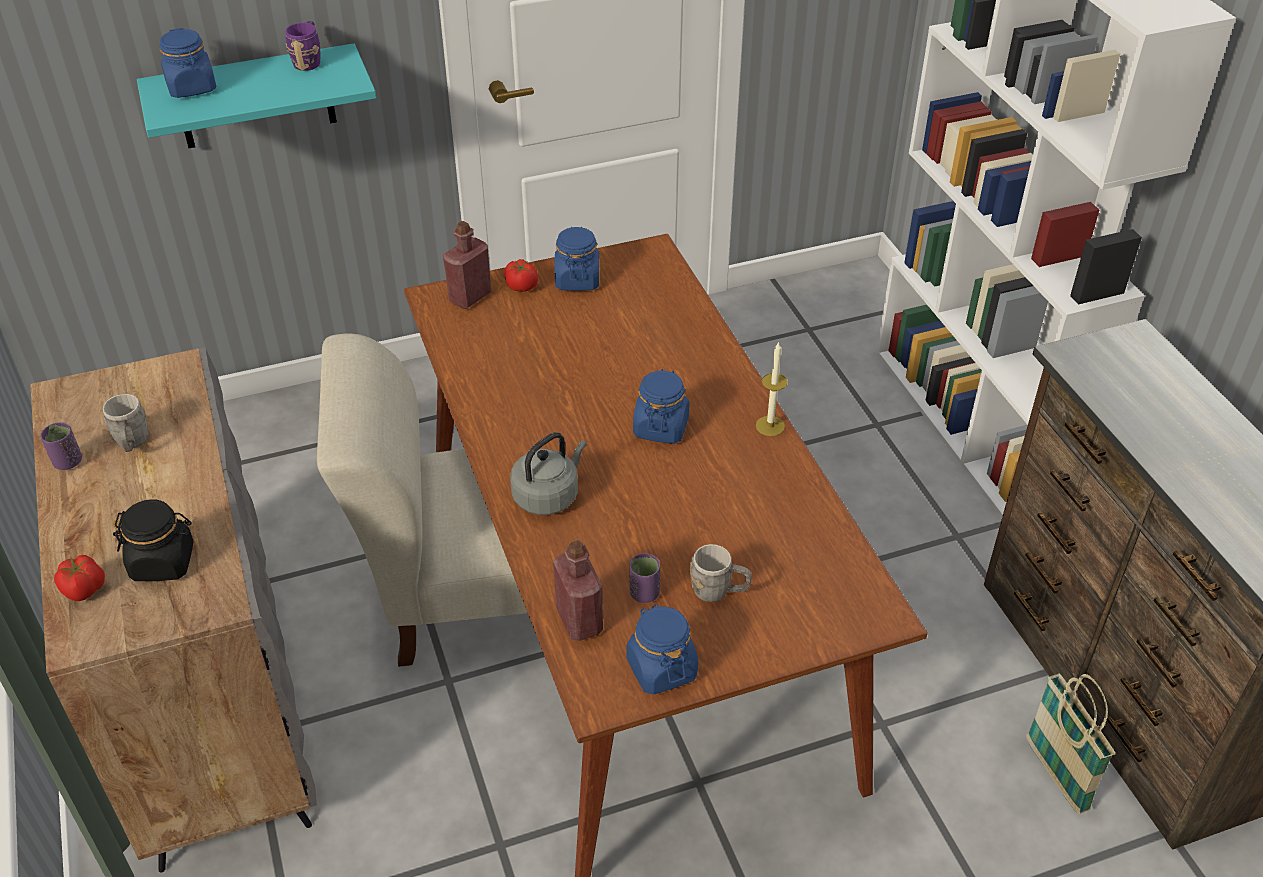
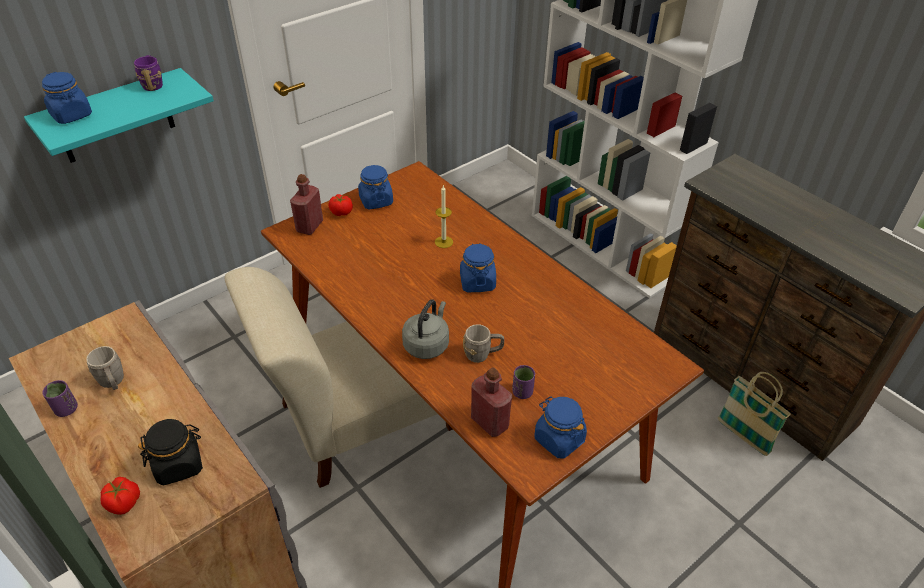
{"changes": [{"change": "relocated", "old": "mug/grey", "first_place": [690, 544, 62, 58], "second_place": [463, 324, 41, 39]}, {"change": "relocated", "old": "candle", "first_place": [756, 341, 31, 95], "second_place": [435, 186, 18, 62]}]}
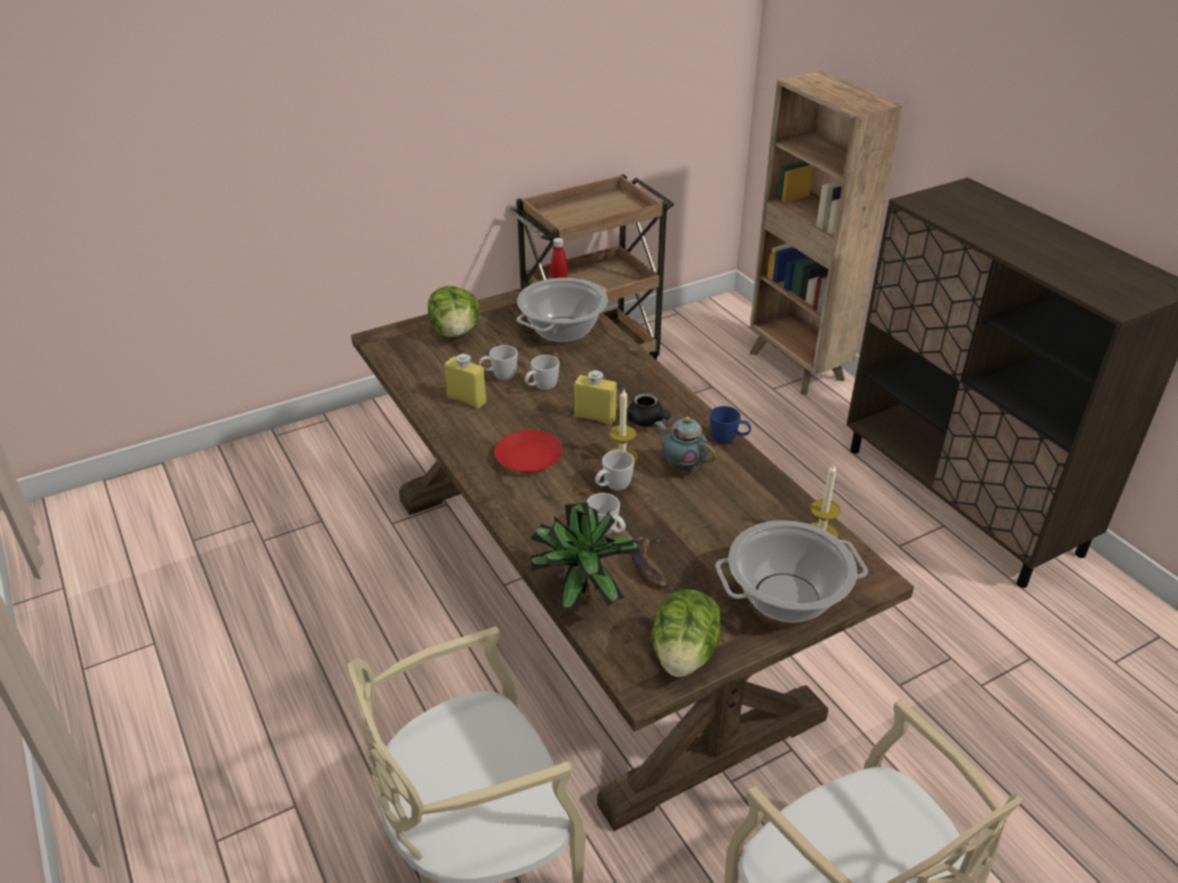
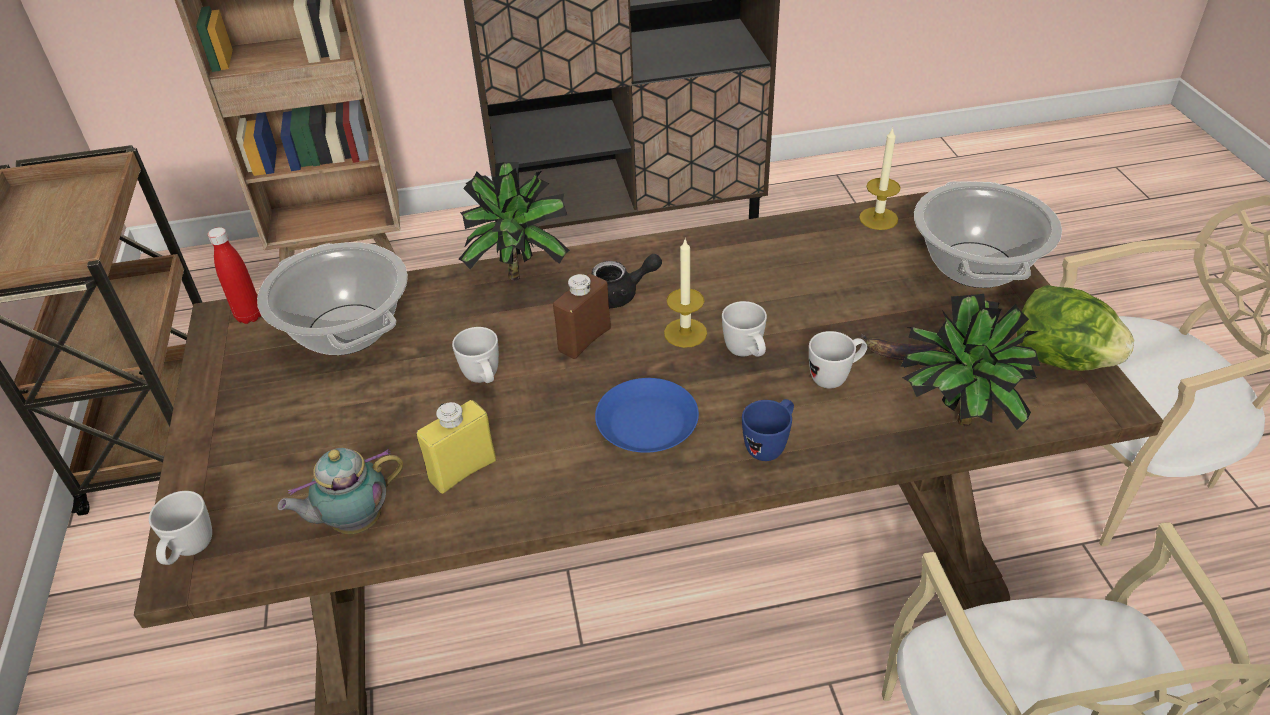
{"changes": [{"change": "missing", "old": "lettuce", "first_place": [428, 286, 52, 51]}, {"change": "appeared", "new": "potted plant", "second_place": [459, 162, 111, 118]}, {"change": "relocated", "old": "mug/white", "first_place": [479, 345, 39, 35], "second_place": [149, 491, 63, 74]}, {"change": "relocated", "old": "teapot", "first_place": [654, 417, 62, 56], "second_place": [277, 448, 127, 86]}, {"change": "relocated", "old": "mug/blue", "first_place": [710, 406, 41, 38], "second_place": [742, 399, 52, 62]}, {"change": "colour", "old": "plate/red", "new": "plate/blue", "first_place": [495, 430, 68, 43], "second_place": [595, 378, 104, 75]}, {"change": "colour", "old": "bottle/yellow", "new": "bottle/brown", "first_place": [574, 370, 43, 55], "second_place": [553, 274, 58, 85]}]}
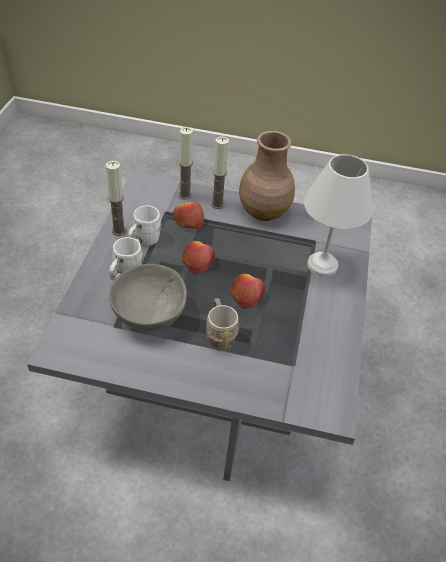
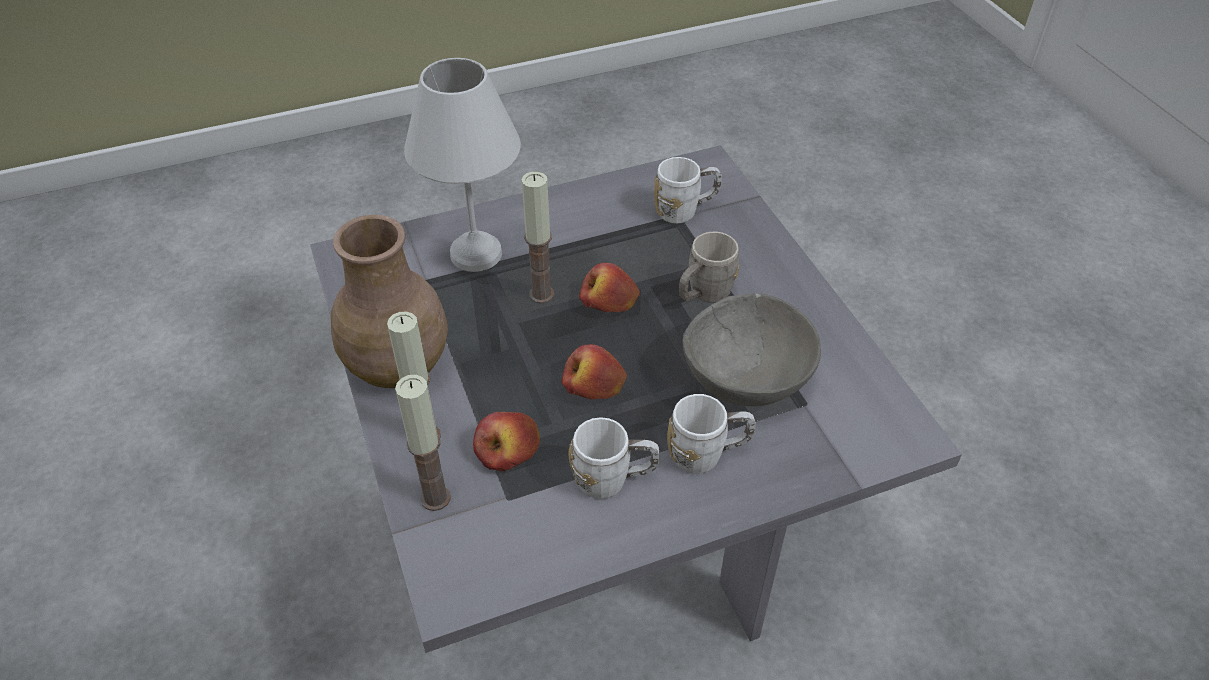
{"changes": [{"change": "appeared", "new": "mug/white", "second_place": [654, 157, 68, 67]}, {"change": "relocated", "old": "candle", "first_place": [106, 161, 20, 75], "second_place": [521, 172, 33, 132]}]}
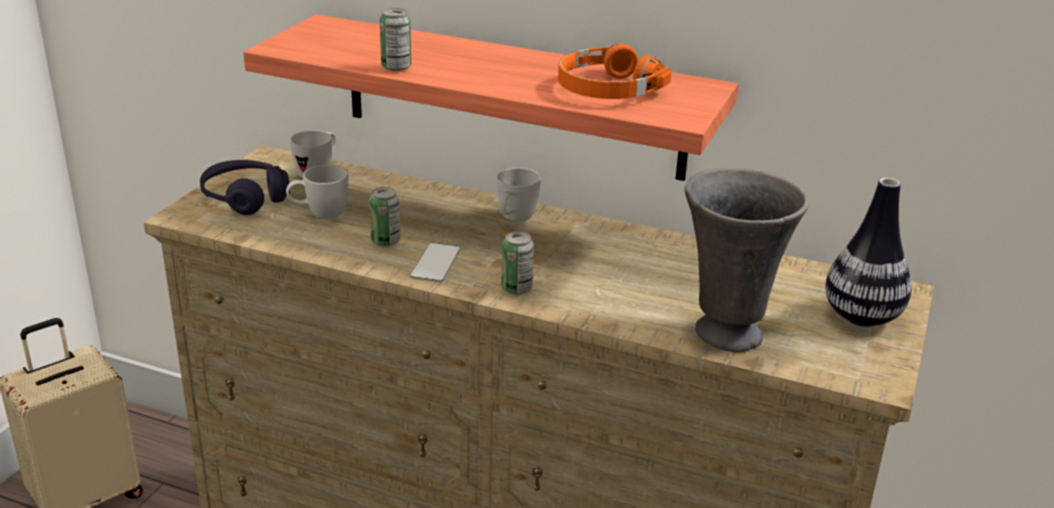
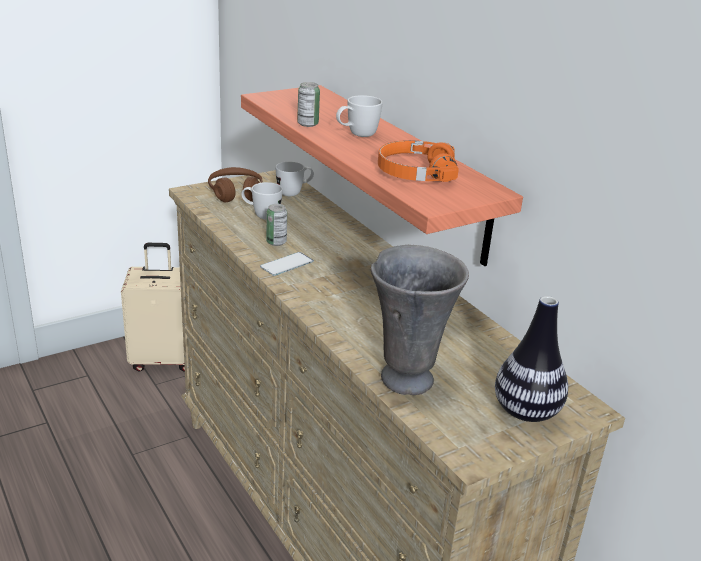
{"changes": [{"change": "missing", "old": "can", "first_place": [501, 231, 33, 64]}, {"change": "relocated", "old": "mug/white", "first_place": [497, 168, 44, 54], "second_place": [336, 95, 47, 42]}, {"change": "colour", "old": "headphones/purple", "new": "headphones/brown", "first_place": [200, 160, 90, 55], "second_place": [208, 167, 55, 36]}]}
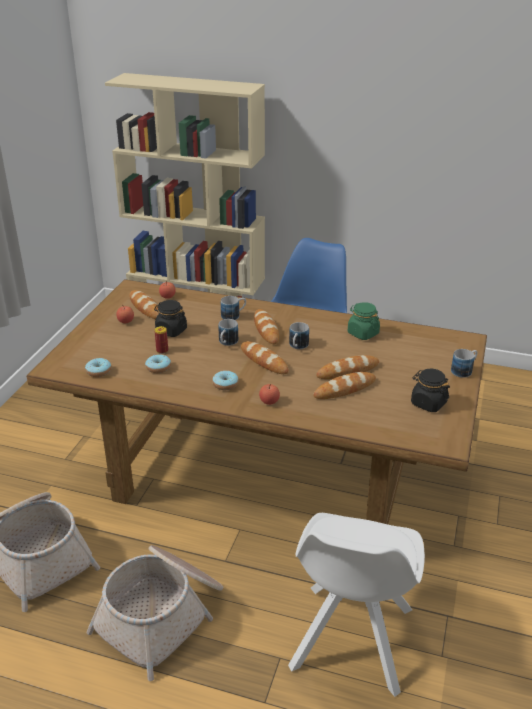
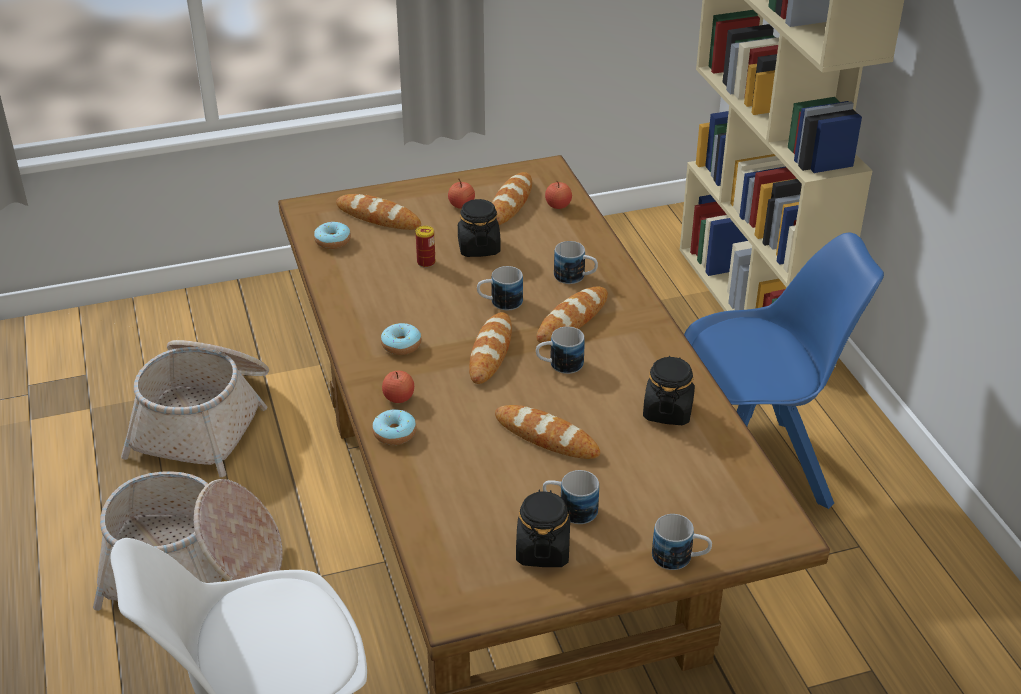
{"changes": [{"change": "appeared", "new": "mug", "second_place": [543, 470, 56, 54]}, {"change": "relocated", "old": "donut", "first_place": [145, 354, 26, 19], "second_place": [372, 409, 44, 36]}, {"change": "relocated", "old": "bread", "first_place": [313, 372, 63, 27], "second_place": [336, 194, 85, 36]}, {"change": "colour", "old": "jar/green", "new": "jar/black", "first_place": [348, 302, 32, 38], "second_place": [643, 356, 52, 69]}]}
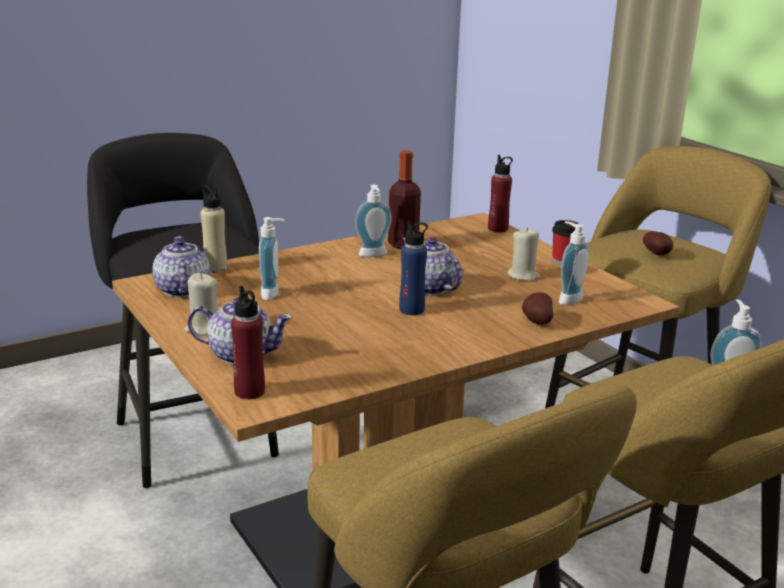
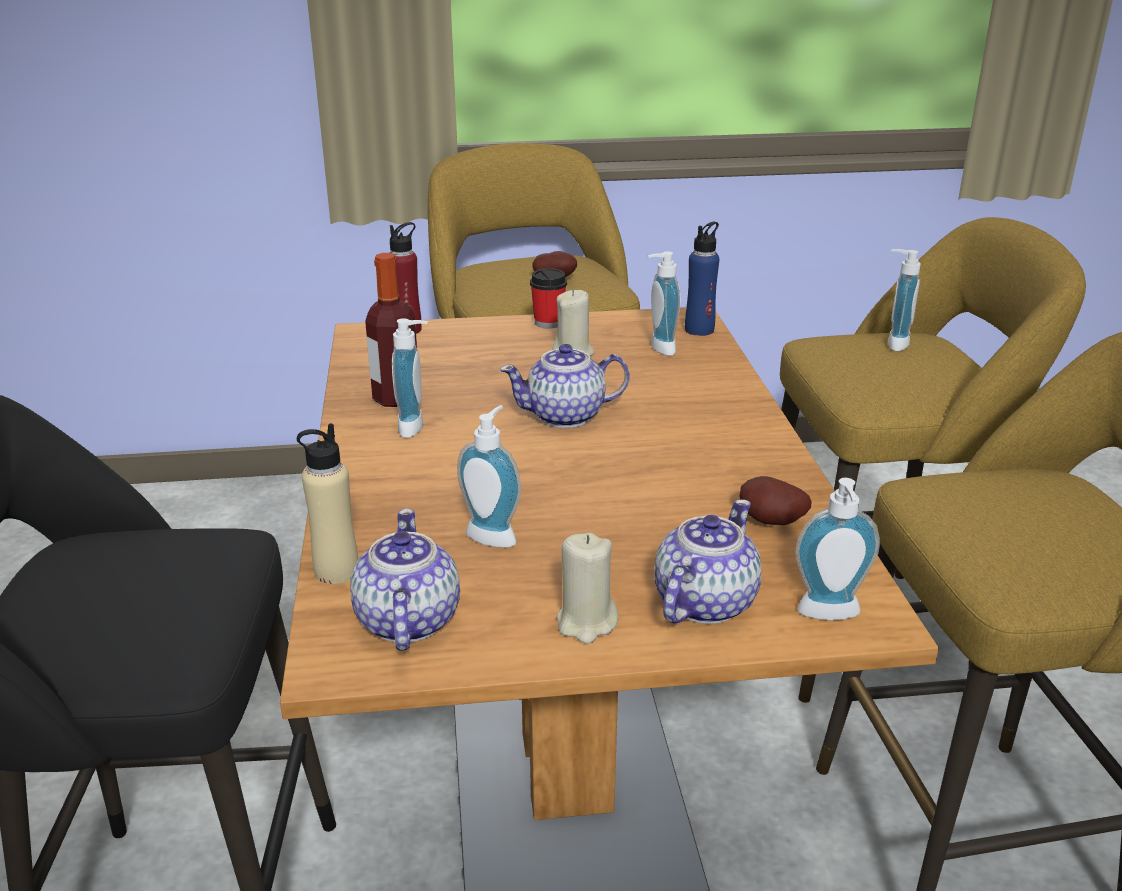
{"changes": [{"change": "relocated", "old": "bottle/blue", "first_place": [399, 220, 29, 95], "second_place": [685, 222, 34, 114]}, {"change": "relocated", "old": "potato", "first_place": [522, 292, 31, 33], "second_place": [739, 476, 73, 49]}, {"change": "exchanged", "old": "bottle/red", "new": "soap dispenser", "first_place": [231, 286, 34, 113], "second_place": [795, 478, 85, 143]}, {"change": "spun", "old": "teapot", "first_place": [152, 236, 58, 61], "second_place": [350, 509, 110, 142], "degrees": 75}]}
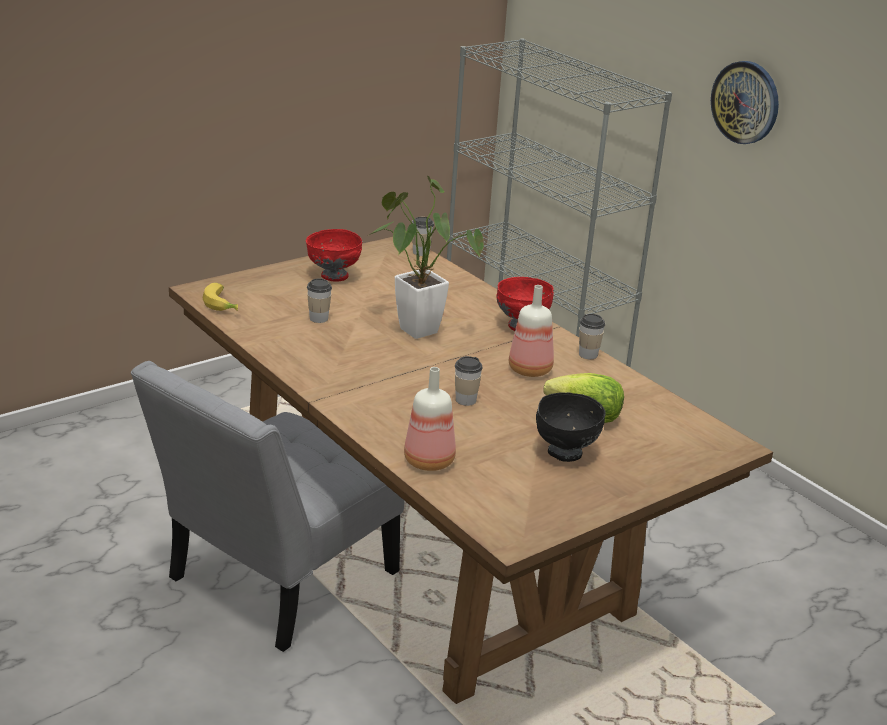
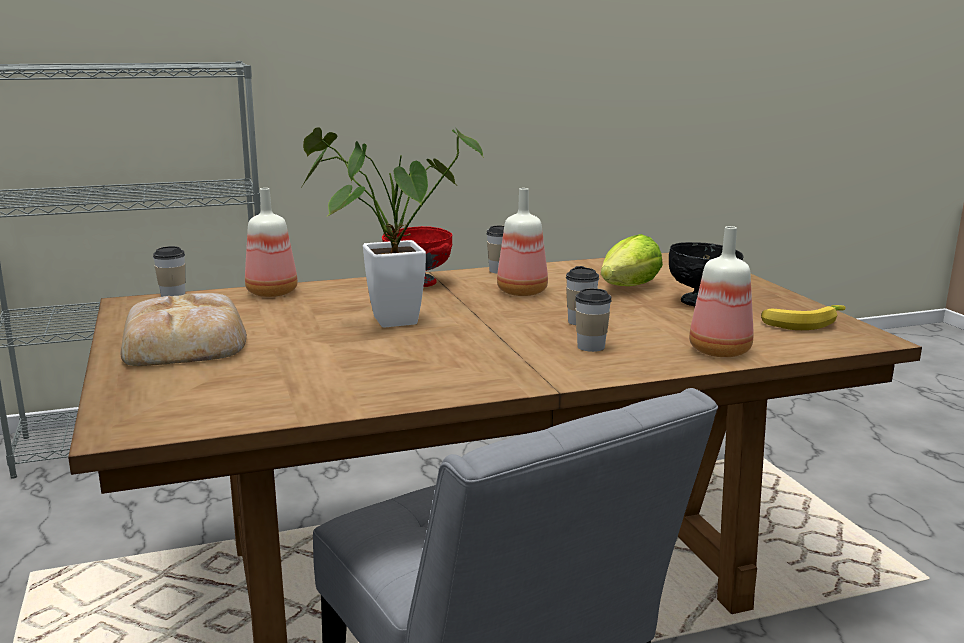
{"changes": [{"change": "missing", "old": "wall clock", "first_place": [711, 61, 68, 83]}, {"change": "appeared", "new": "bottle", "second_place": [245, 188, 53, 109]}, {"change": "relocated", "old": "banana", "first_place": [203, 283, 35, 28], "second_place": [761, 305, 84, 25]}, {"change": "relocated", "old": "cup", "first_place": [307, 278, 25, 45], "second_place": [575, 288, 37, 64]}, {"change": "exchanged", "old": "bowl/red", "new": "bread", "first_place": [306, 229, 56, 53], "second_place": [121, 293, 126, 73]}]}
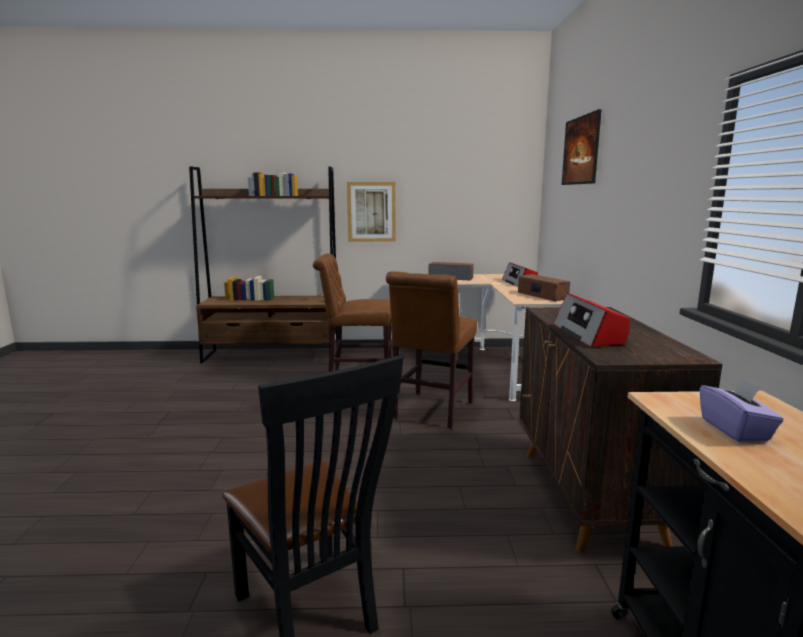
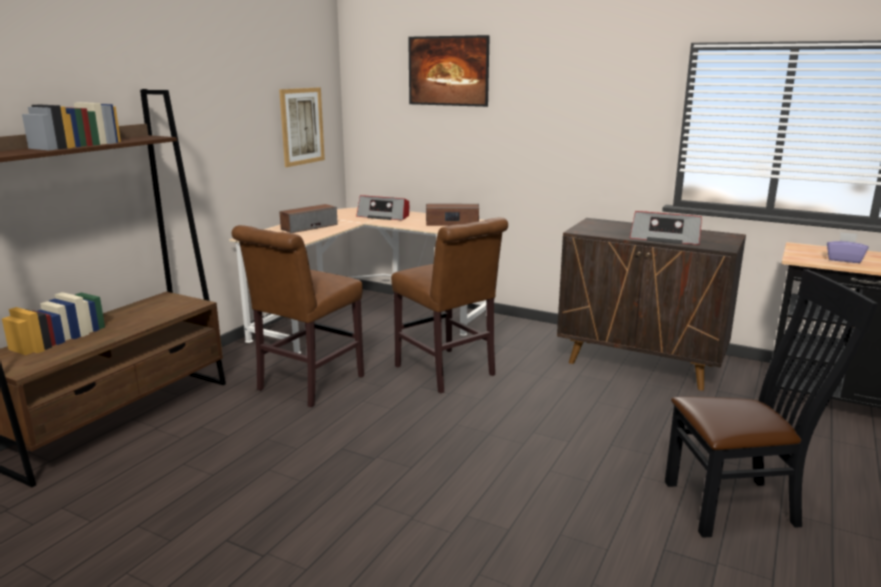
{"changes": [{"change": "relocated", "old": "picture", "first_place": [347, 182, 49, 60], "second_place": [279, 87, 46, 80]}]}
